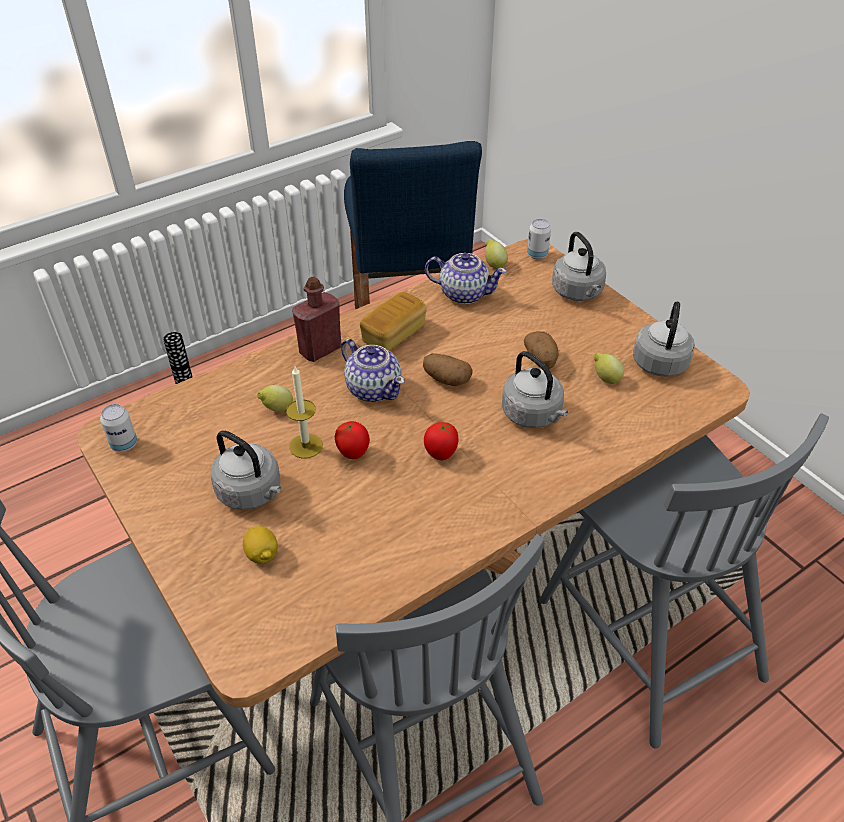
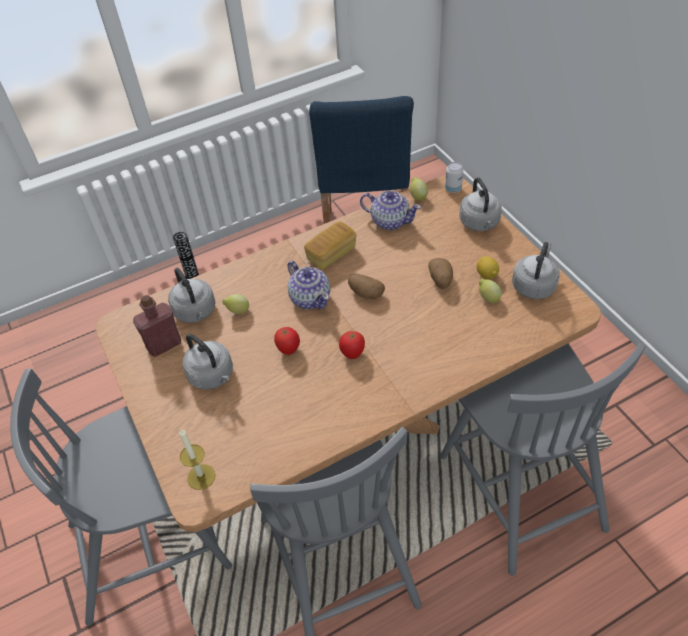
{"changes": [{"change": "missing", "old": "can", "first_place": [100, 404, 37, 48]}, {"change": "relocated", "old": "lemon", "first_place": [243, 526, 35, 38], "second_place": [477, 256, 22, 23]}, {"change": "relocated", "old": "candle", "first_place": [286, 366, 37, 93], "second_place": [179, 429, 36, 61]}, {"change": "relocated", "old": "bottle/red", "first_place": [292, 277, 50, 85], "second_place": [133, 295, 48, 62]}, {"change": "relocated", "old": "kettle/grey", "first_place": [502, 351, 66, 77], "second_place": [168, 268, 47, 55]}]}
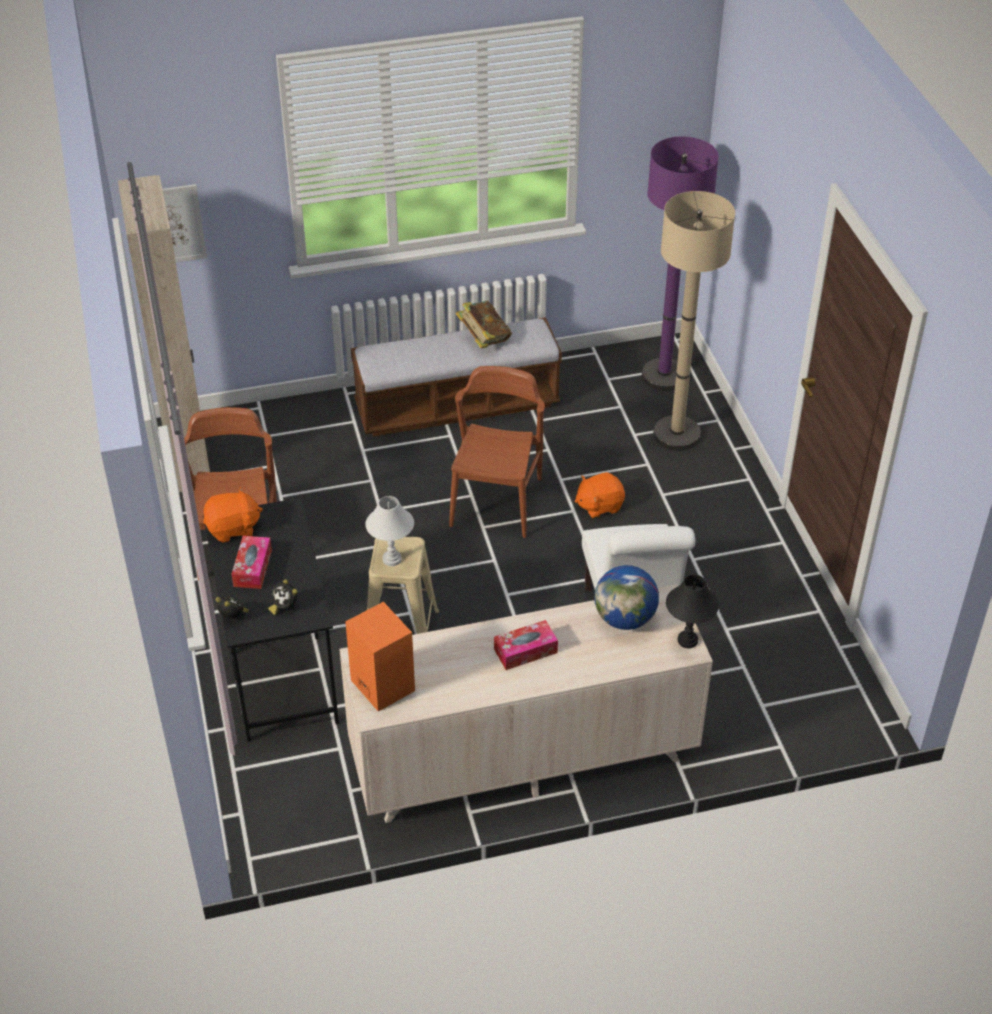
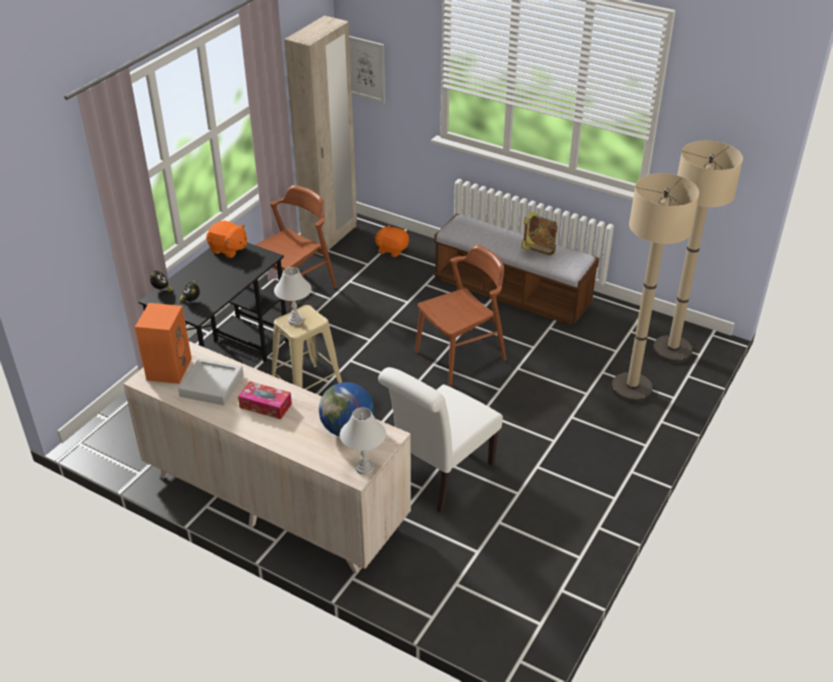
{"changes": [{"change": "missing", "old": "tissue box", "first_place": [232, 536, 40, 53]}, {"change": "appeared", "new": "tray/grey", "second_place": [178, 358, 65, 47]}, {"change": "relocated", "old": "plush toy/orange", "first_place": [575, 472, 50, 46], "second_place": [375, 225, 34, 32]}, {"change": "colour", "old": "floor lamp/purple", "new": "floor lamp/beige", "first_place": [642, 136, 77, 255], "second_place": [653, 141, 90, 223]}, {"change": "colour", "old": "table lamp/black", "new": "table lamp/white", "first_place": [666, 574, 53, 74], "second_place": [340, 407, 46, 68]}]}
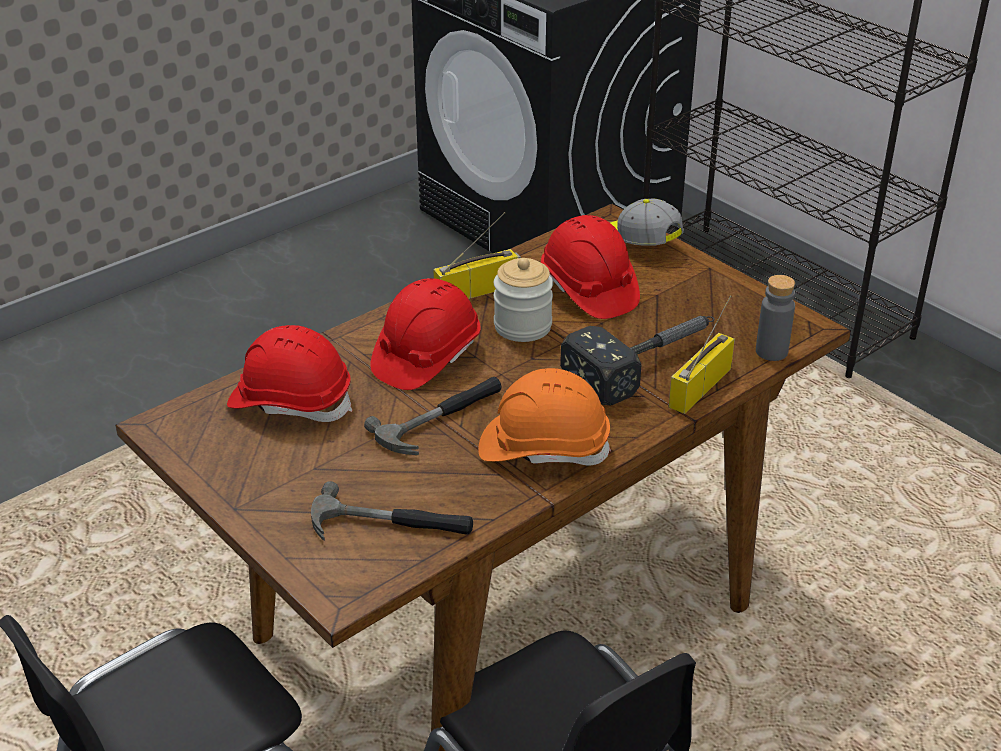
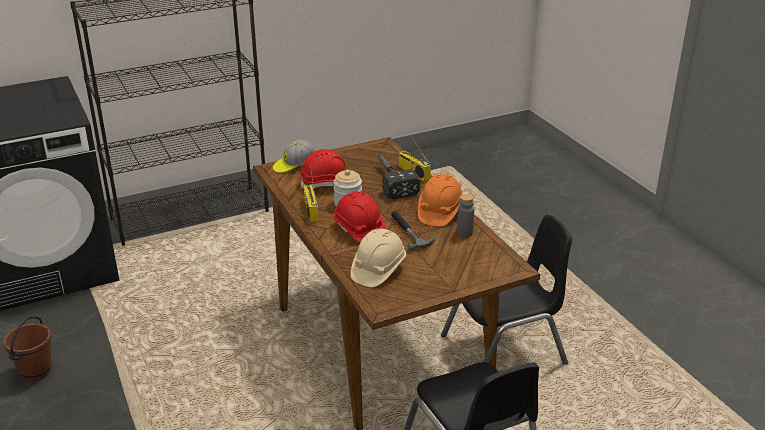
{"changes": [{"change": "missing", "old": "hammer", "first_place": [311, 481, 162, 59]}, {"change": "appeared", "new": "bucket/brown", "second_place": [3, 316, 49, 65]}, {"change": "relocated", "old": "bottle/grey", "first_place": [756, 275, 39, 86], "second_place": [457, 194, 17, 43]}, {"change": "colour", "old": "hard hat/red", "new": "hard hat/beige", "first_place": [227, 325, 125, 97], "second_place": [351, 229, 55, 58]}]}
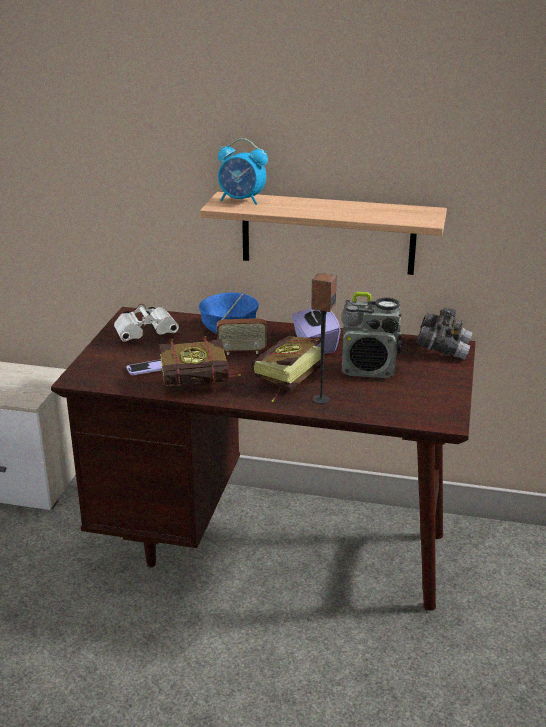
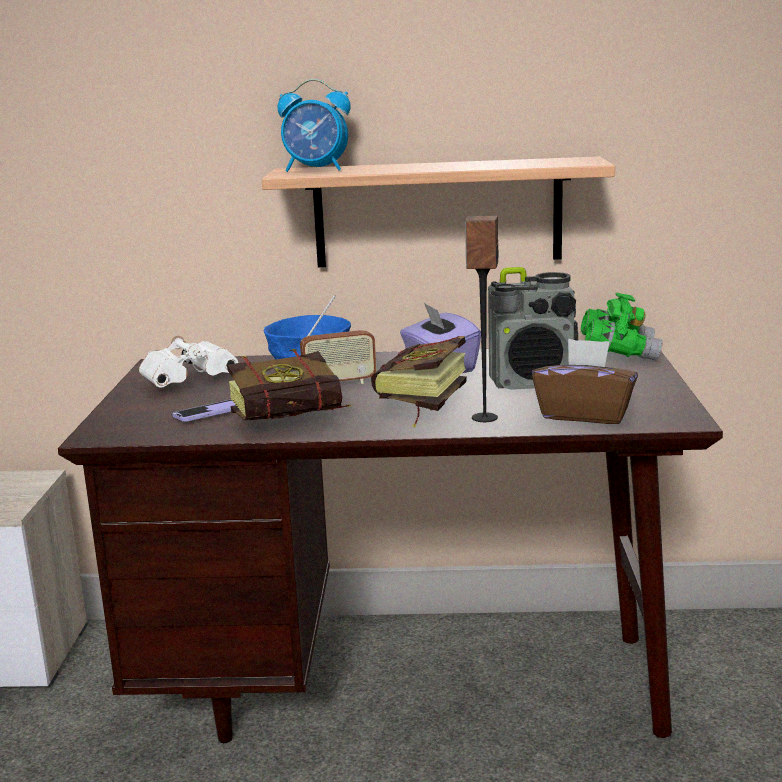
{"changes": [{"change": "appeared", "new": "tissue box/brown", "second_place": [532, 338, 106, 86]}, {"change": "colour", "old": "binoculars/grey", "new": "binoculars/green", "first_place": [417, 308, 56, 52], "second_place": [581, 293, 81, 68]}]}
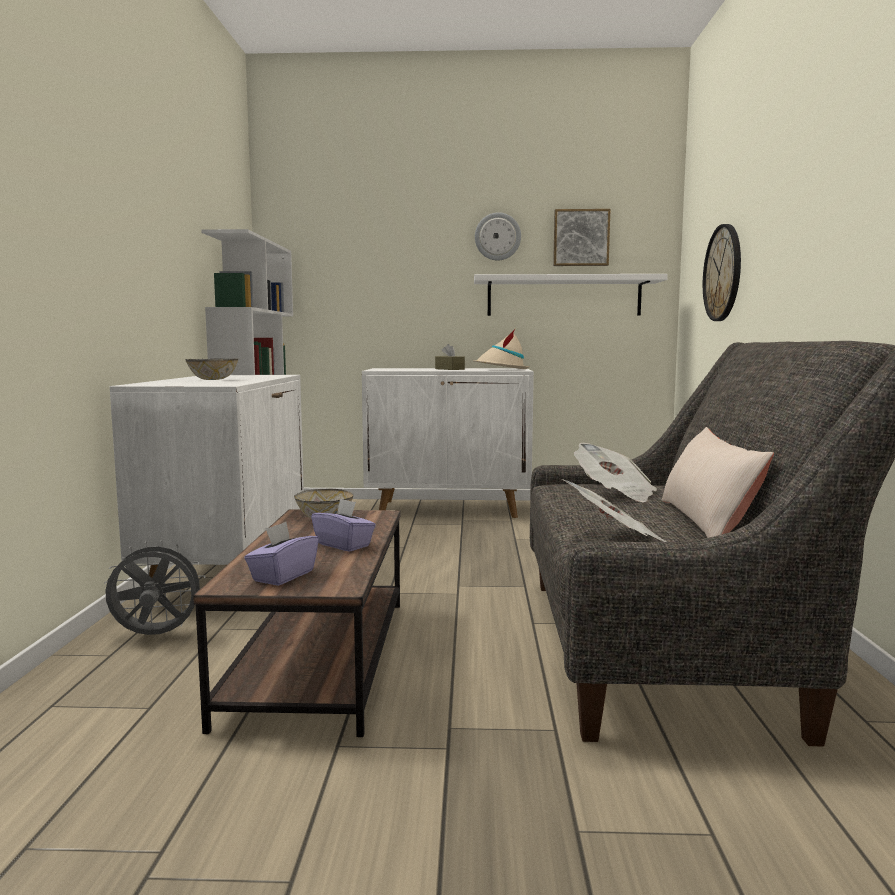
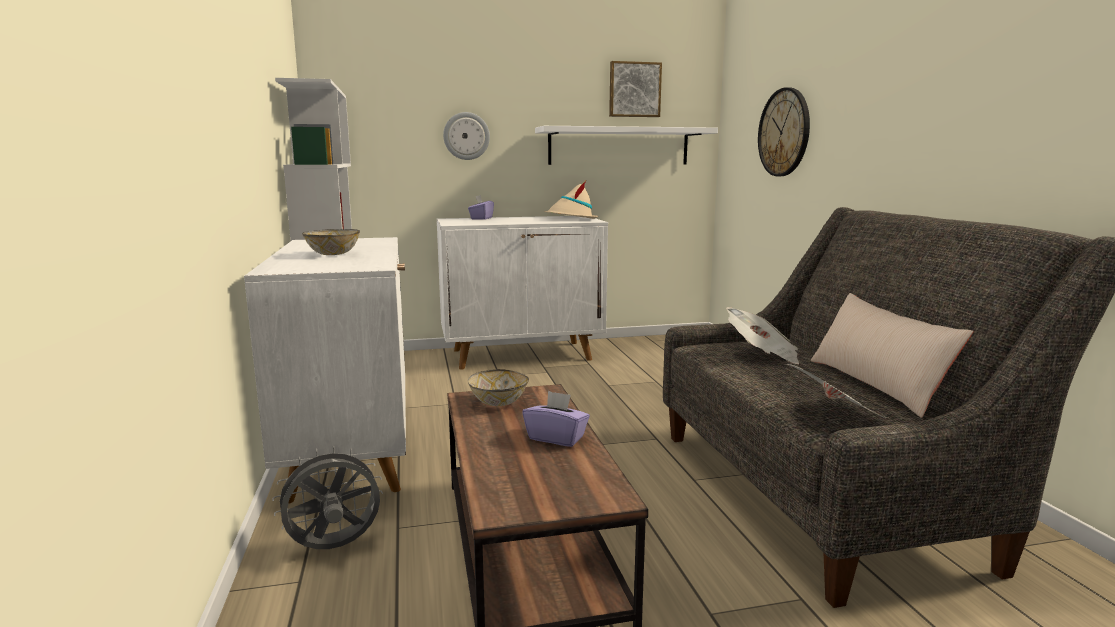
{"changes": [{"change": "missing", "old": "tissue box/brown", "first_place": [435, 344, 30, 26]}, {"change": "relocated", "old": "tissue box/purple", "first_place": [244, 522, 75, 64], "second_place": [468, 195, 26, 25]}, {"change": "relocated", "old": "wall clock", "first_place": [475, 212, 46, 49], "second_place": [443, 112, 47, 48]}]}
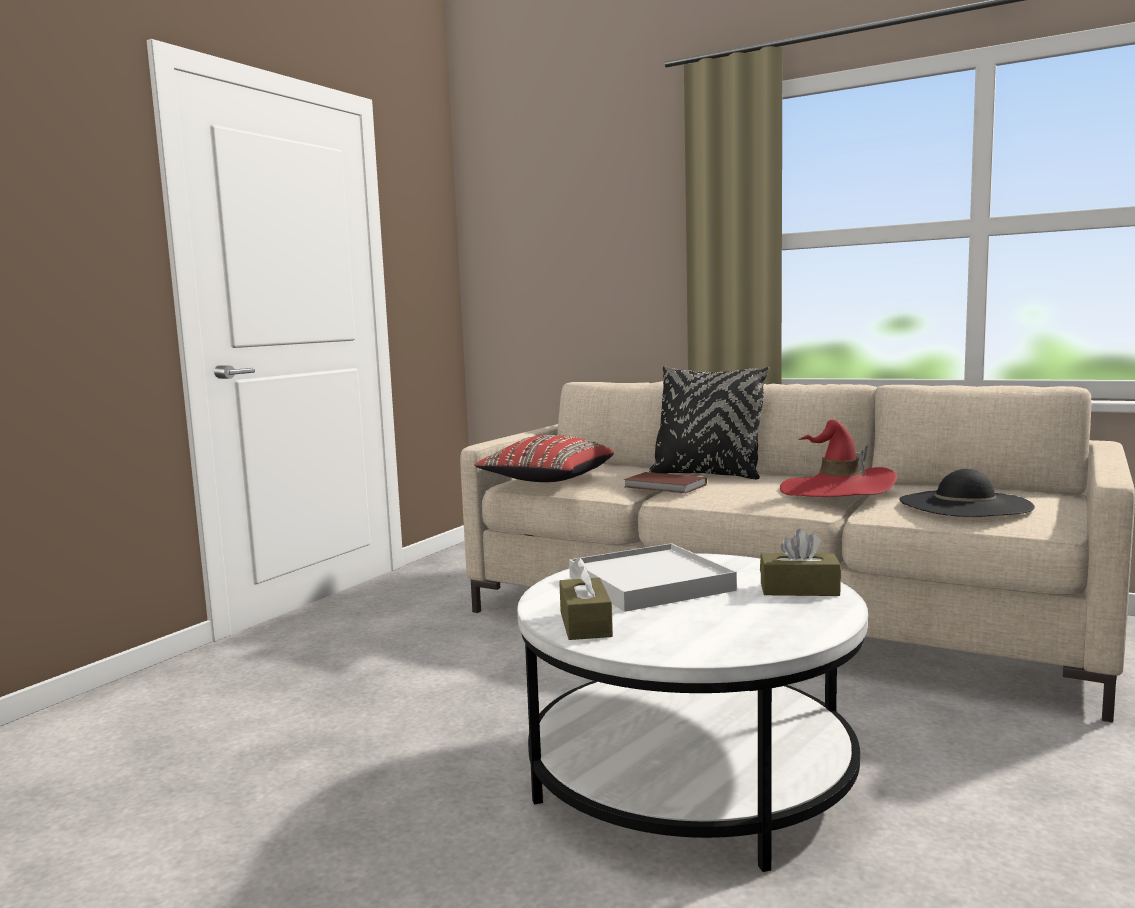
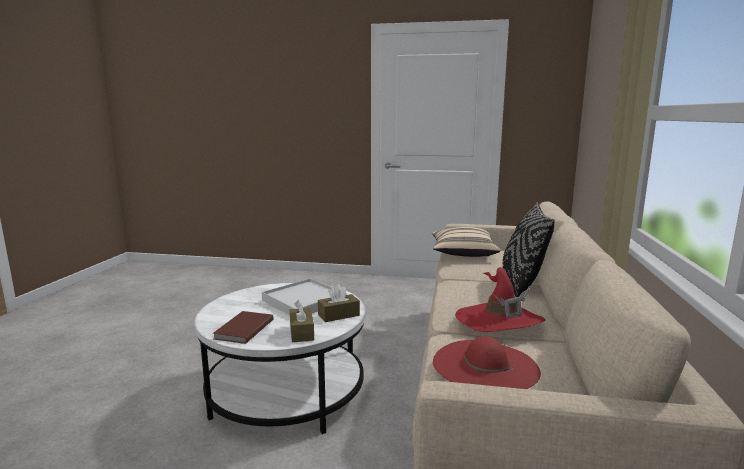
{"changes": [{"change": "relocated", "old": "tissue box/brown", "first_place": [559, 557, 54, 83], "second_place": [318, 285, 42, 37]}, {"change": "relocated", "old": "book/brown", "first_place": [623, 472, 84, 21], "second_place": [213, 311, 61, 33]}, {"change": "colour", "old": "pillow/red", "new": "pillow/beige", "first_place": [475, 435, 139, 47], "second_place": [432, 227, 68, 30]}, {"change": "colour", "old": "hat/black", "new": "hat/red", "first_place": [899, 469, 136, 48], "second_place": [433, 336, 108, 53]}]}
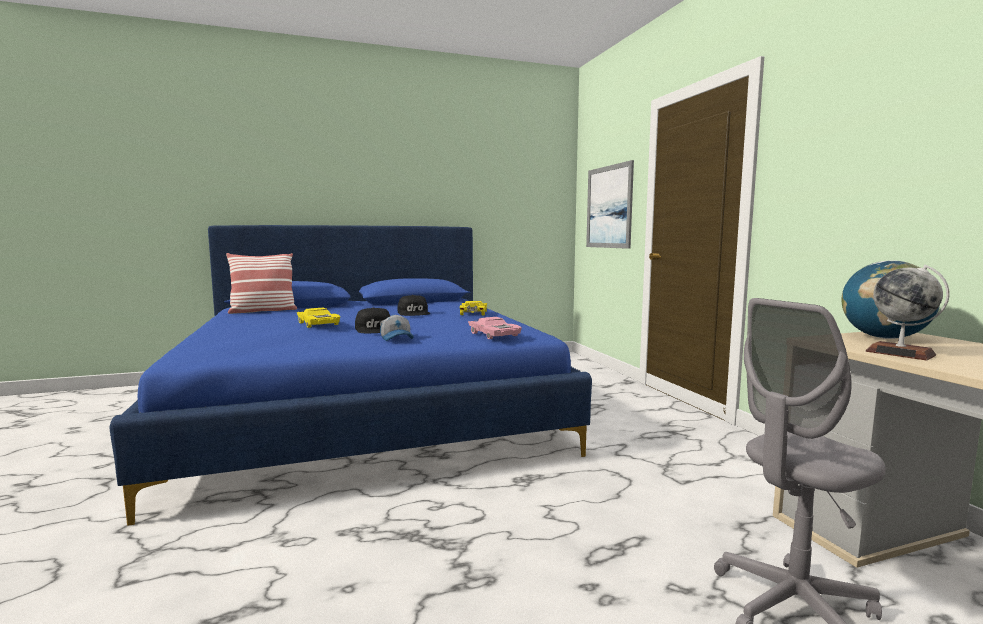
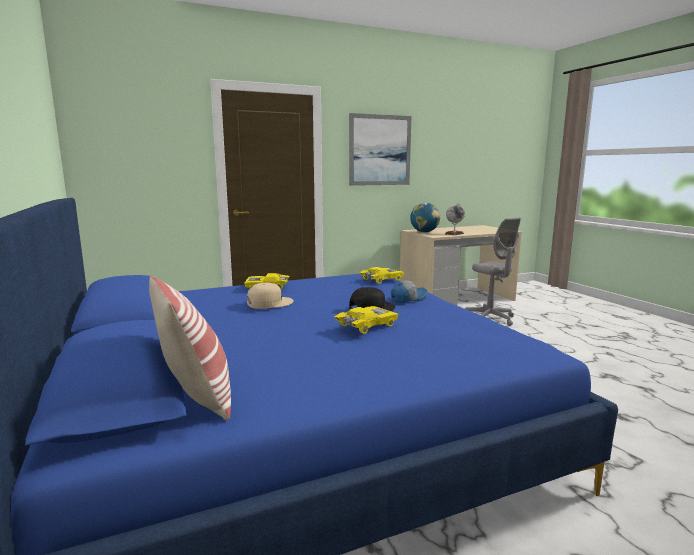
{"changes": [{"change": "relocated", "old": "picture", "first_place": [586, 160, 48, 89], "second_place": [349, 113, 63, 73]}, {"change": "colour", "old": "cap/black", "new": "cap/beige", "first_place": [397, 295, 33, 21], "second_place": [247, 283, 47, 26]}, {"change": "colour", "old": "toy car/pink", "new": "toy car/yellow", "first_place": [468, 317, 54, 22], "second_place": [359, 267, 45, 17]}]}
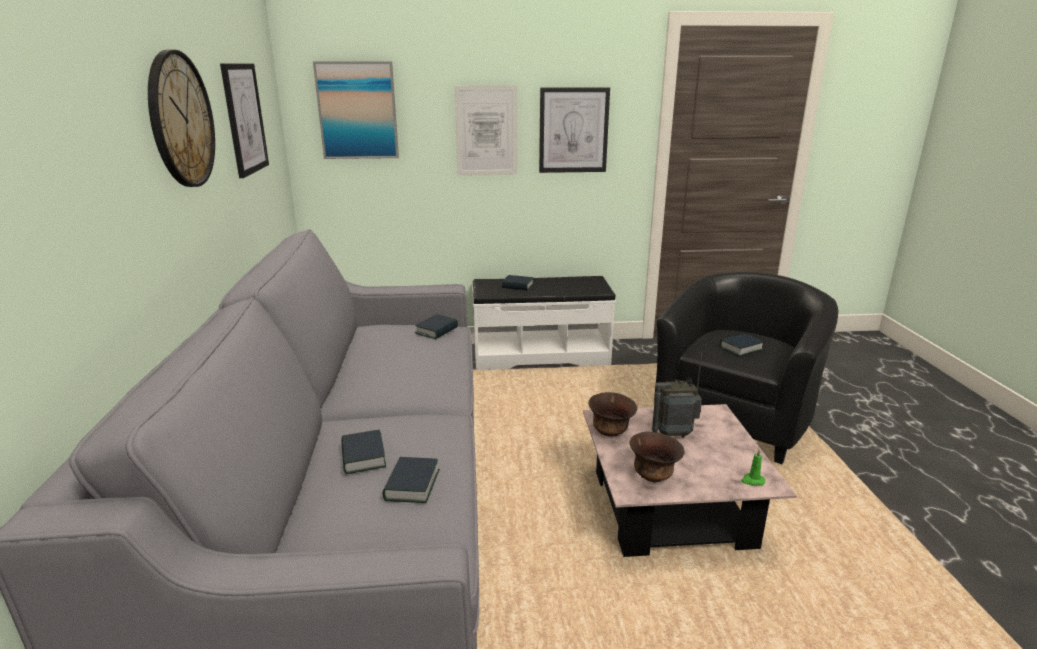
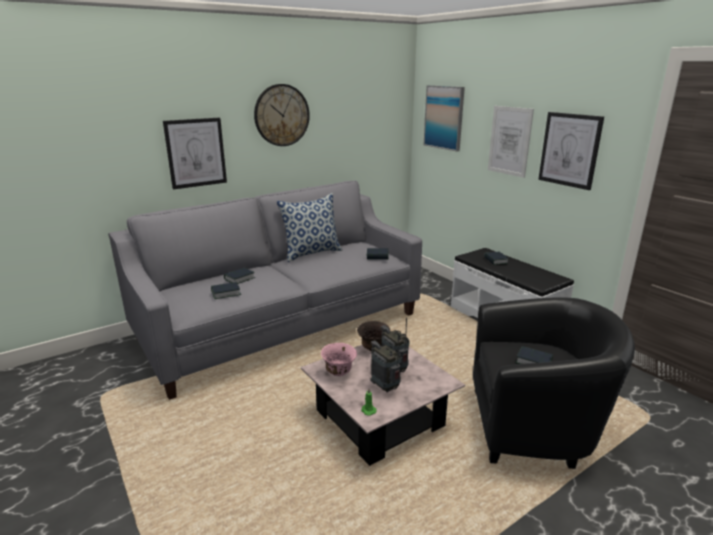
{"changes": [{"change": "appeared", "new": "pillow", "second_place": [276, 193, 67, 69]}, {"change": "appeared", "new": "radio", "second_place": [370, 333, 31, 59]}, {"change": "relocated", "old": "picture", "first_place": [220, 63, 49, 115], "second_place": [163, 118, 64, 71]}, {"change": "colour", "old": "bowl/brown", "new": "bowl/pink", "first_place": [629, 432, 55, 51], "second_place": [321, 343, 36, 33]}]}
